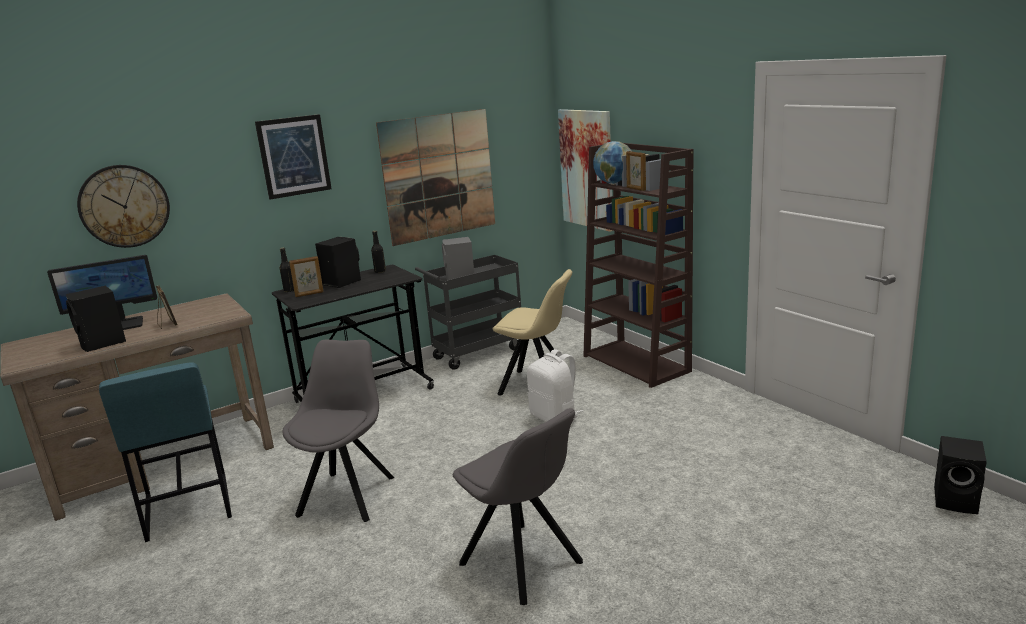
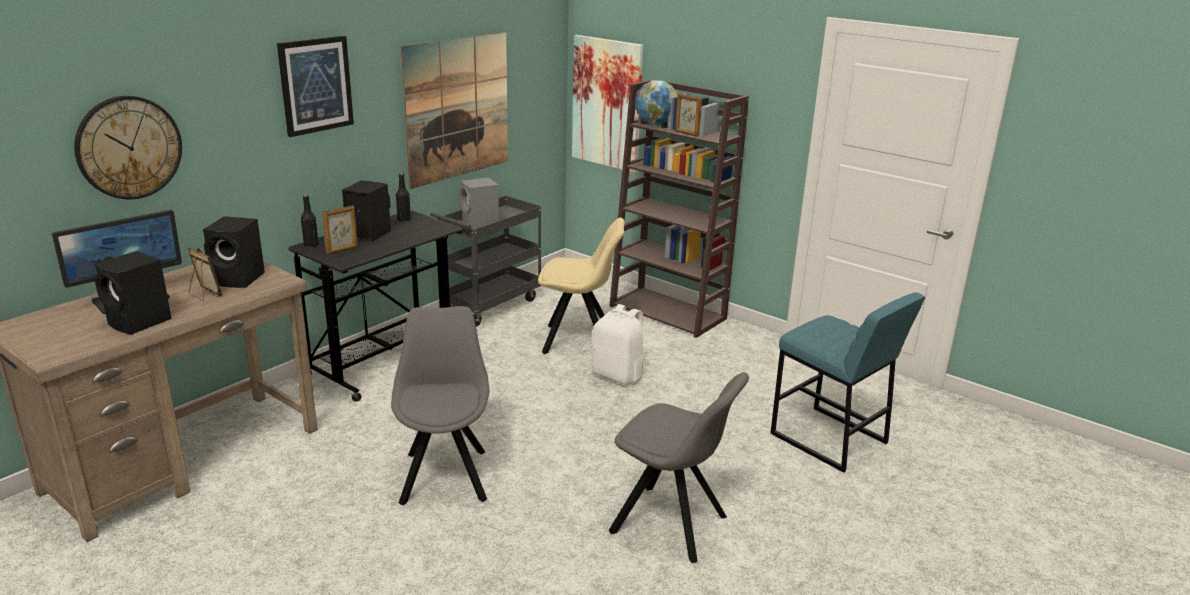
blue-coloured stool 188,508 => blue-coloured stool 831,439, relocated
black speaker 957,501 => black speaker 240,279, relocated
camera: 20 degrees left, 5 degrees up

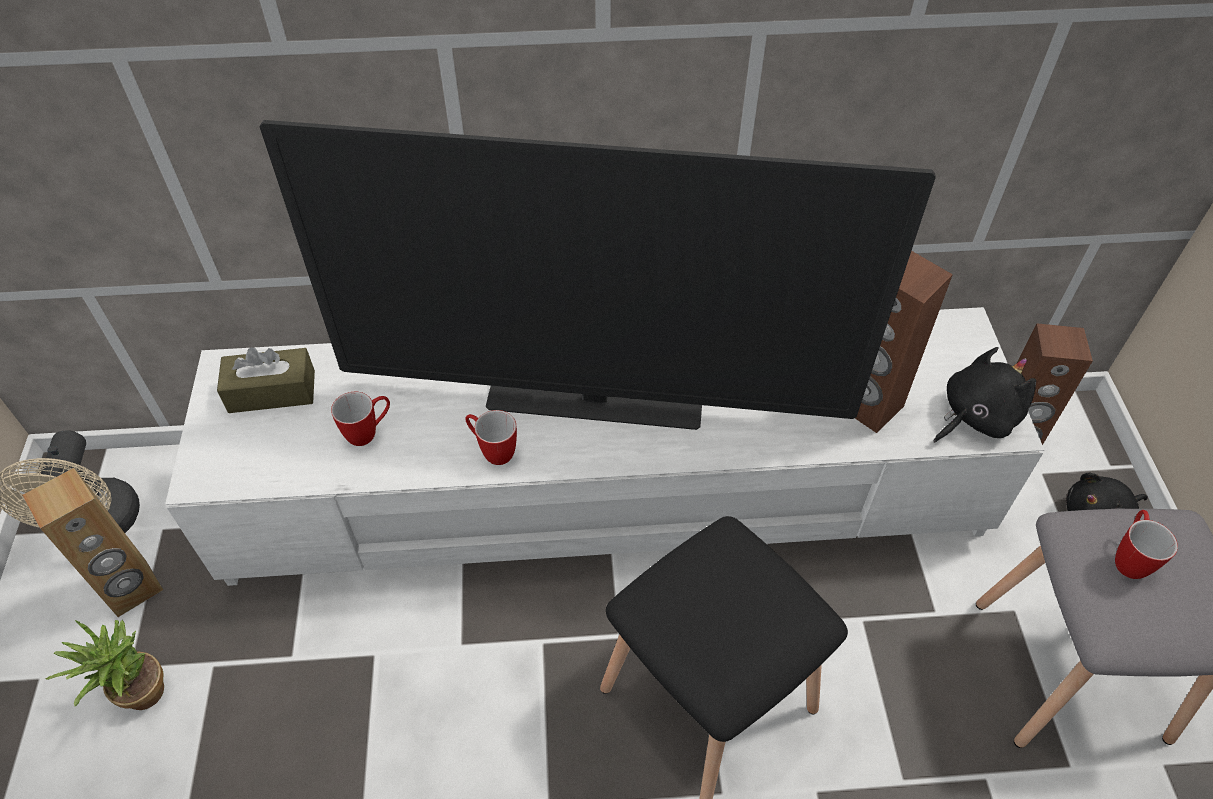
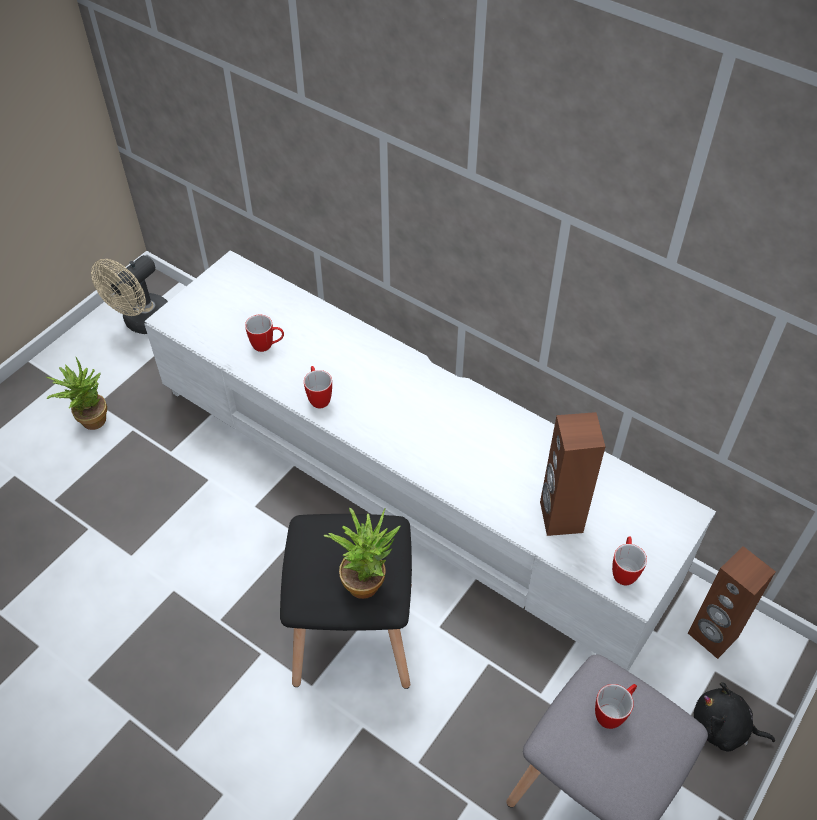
TV 594,404 => nothing
brownish tissue box 272,391 => nothing
black cuddly toy 975,416 => mug 624,570
brownish speaker 132,589 => nothing
nothing => houseplant 367,579
camera: 40 degrees right, 0 degrees up

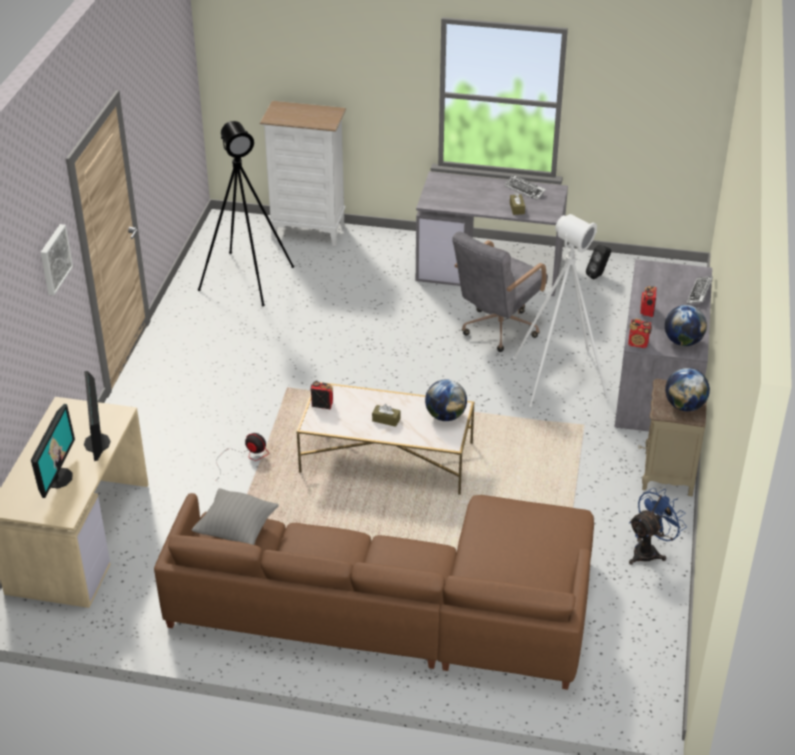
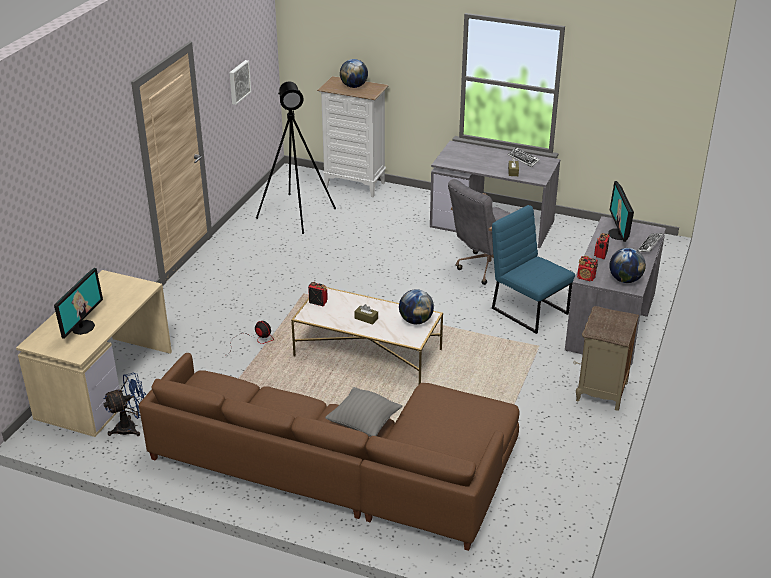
whitish standing lamp 560,379 => blue-coloured chair 528,310
wall art 54,259 => wall art 238,82, relocated
black speaker 598,275 => nothing
world globe 684,406 => world globe 354,86, relocated
computer display 98,443 => computer display 618,234, relocated
grey throw pillow 236,530 => grey throw pillow 364,424, relocated
blue-coloured electric fan 649,551 => blue-coloured electric fan 131,427, relocated
camera: 10 degrees right, 5 degrees down

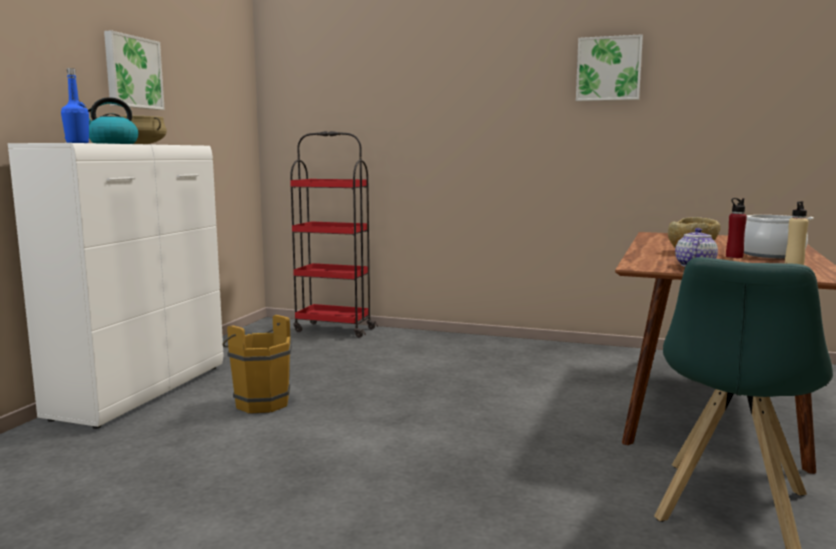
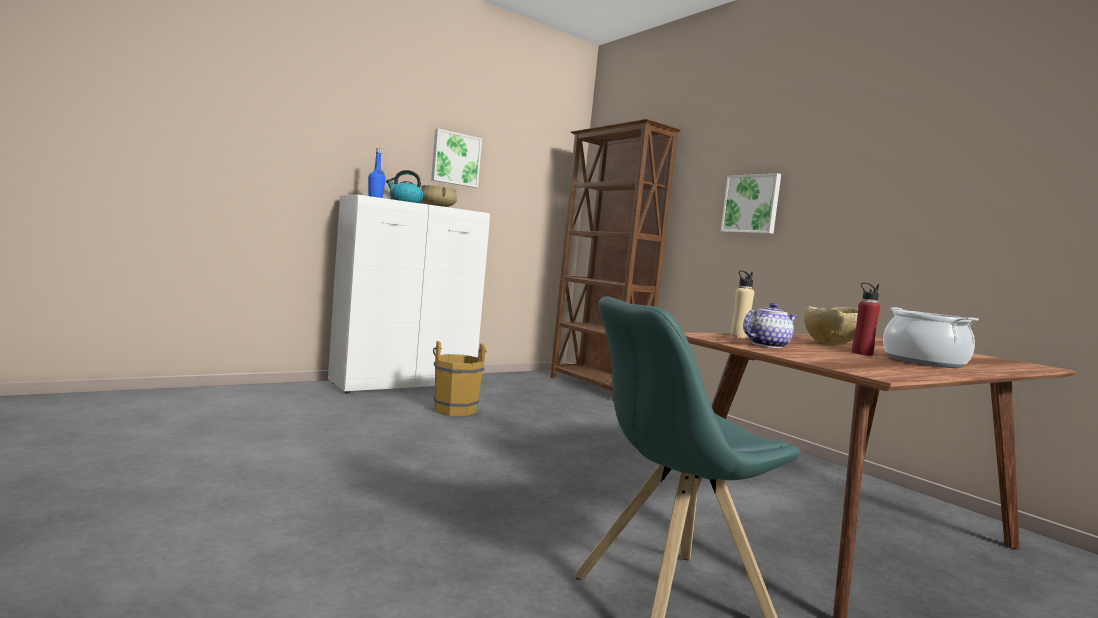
wall art 608,69 => wall art 751,204, relocated
red cart 334,330 => brownish shelving unit 595,388
sand-coloured drink bottle 794,264 => sand-coloured drink bottle 739,336, relocated
camera: 35 degrees right, 5 degrees down

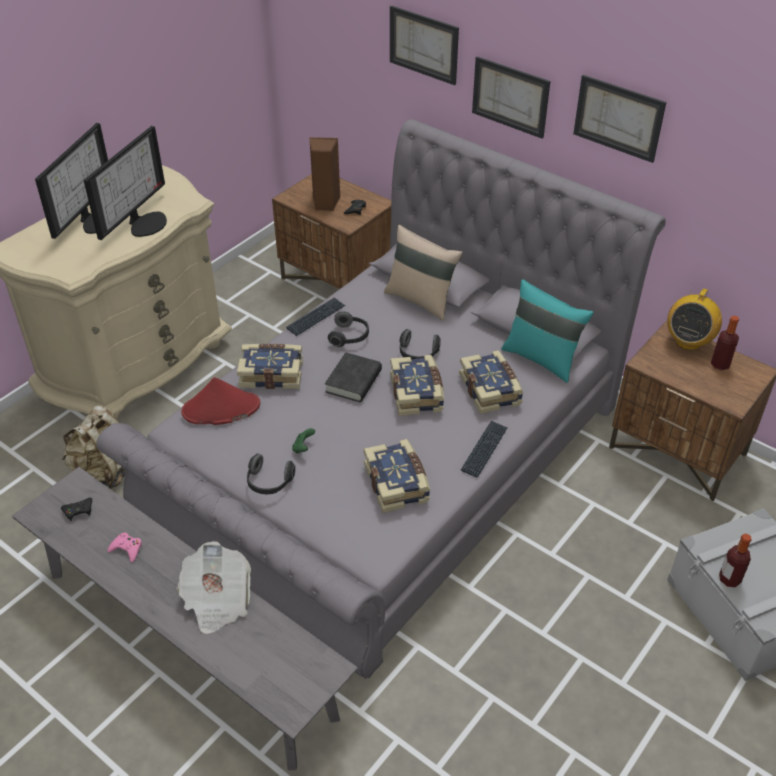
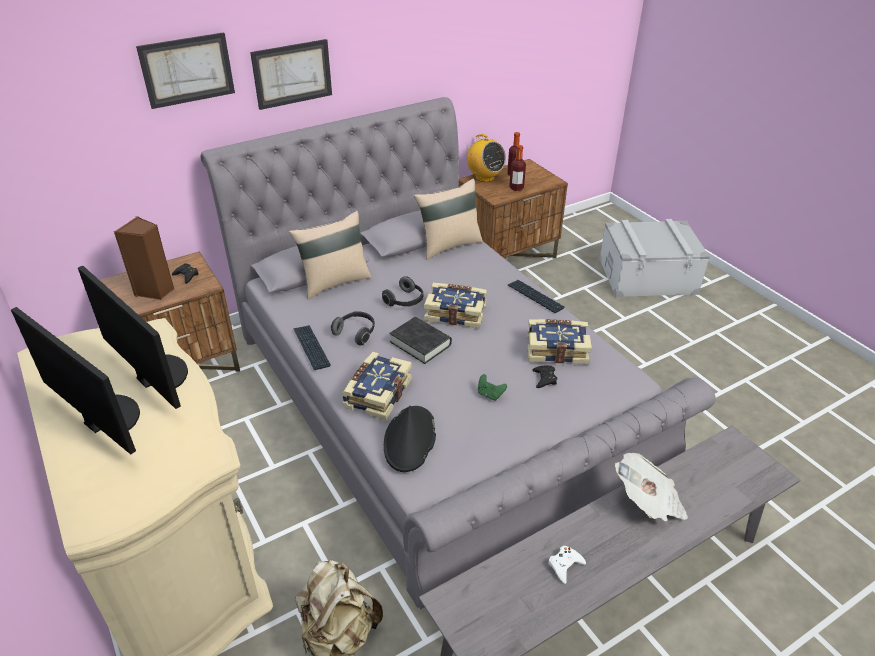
wall art 618,118 => nothing
turquoise throw pillow 541,358 => sand-coloured throw pillow 448,245
bound book 491,390 => nothing
red hat 220,409 => black hat 410,439
pair of headphones 269,483 => nothing
black gamepad 78,510 => black gamepad 544,379, relocated
pink gamepad 127,549 => whitish gamepad 565,565
drink bottle 729,579 => drink bottle 516,188, relocated
camera: 70 degrees left, 5 degrees down

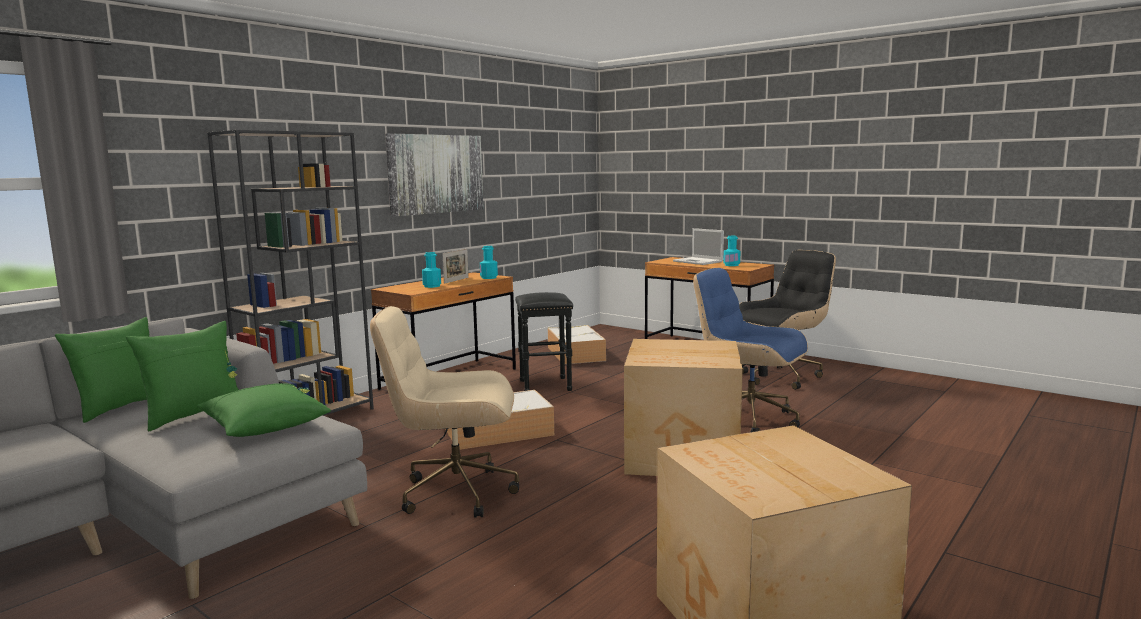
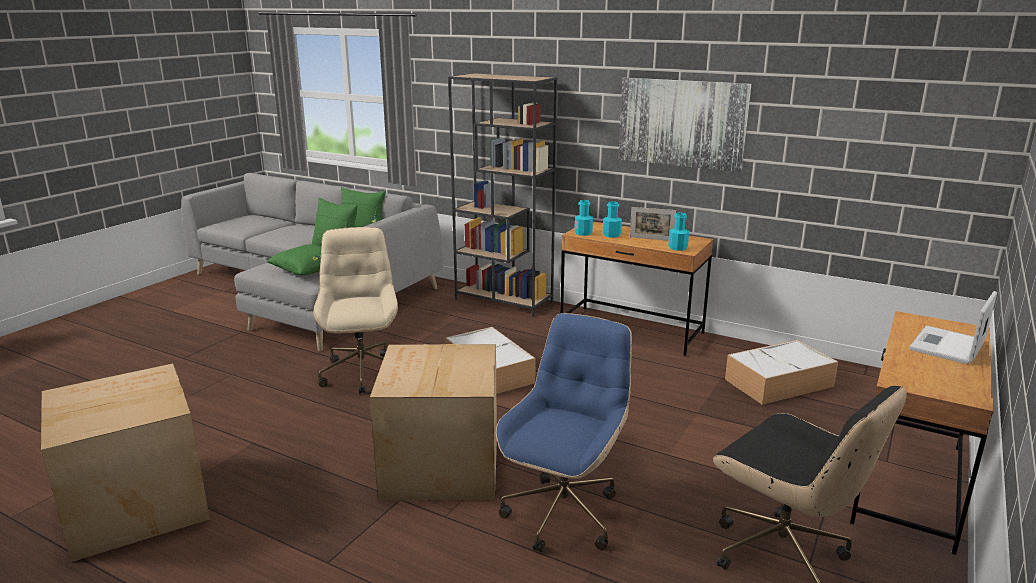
turquoise drink bottle 731,265 => turquoise drink bottle 583,233, relocated
black stool 544,386 => nothing
camera: 80 degrees right, 10 degrees up

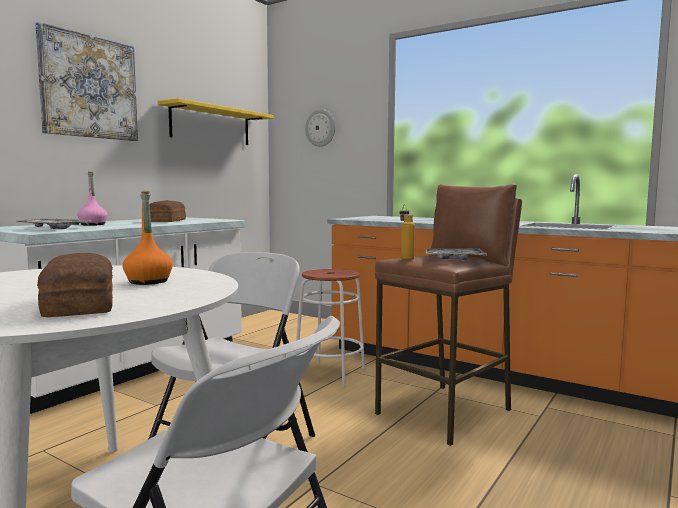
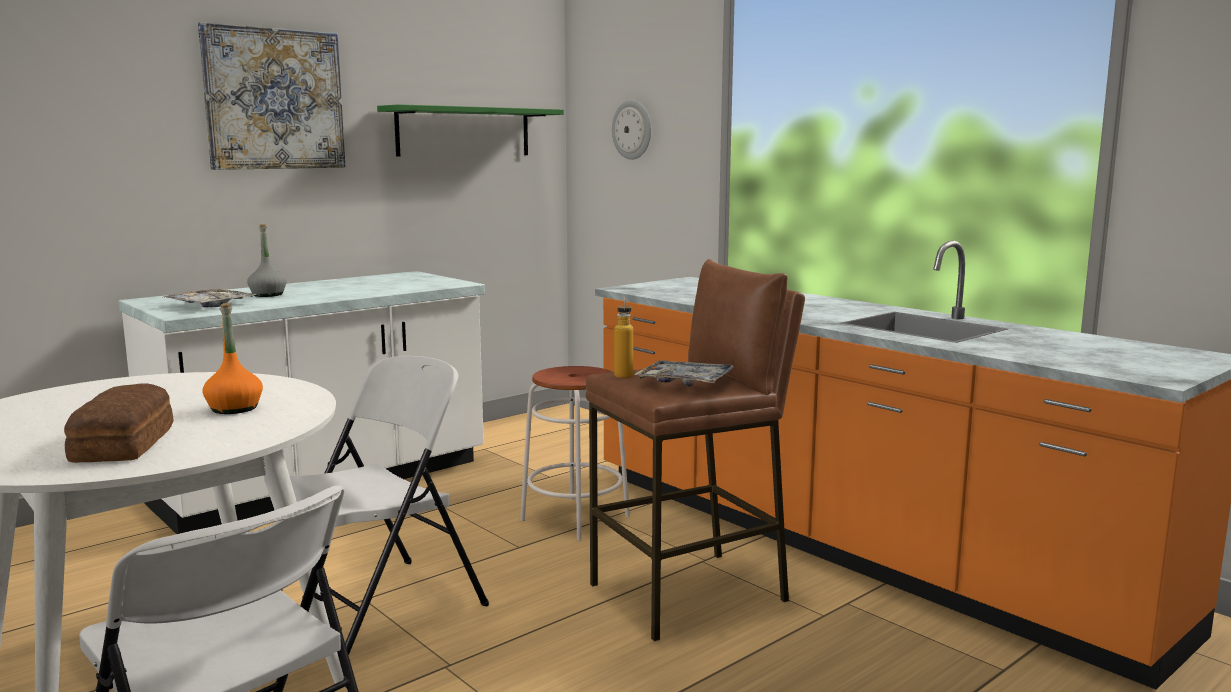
yellow bracket shelf 211,125 => green-coloured bracket shelf 464,132
pink drink bottle 93,224 => grey drink bottle 268,295
baked bread 165,221 => nothing
camera: 15 degrees right, 5 degrees up

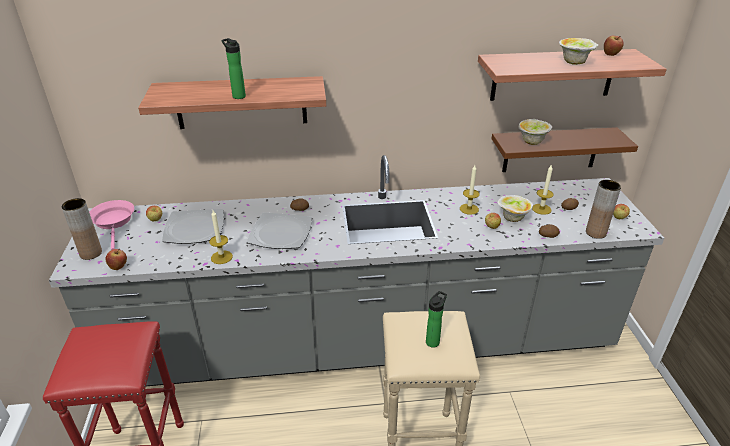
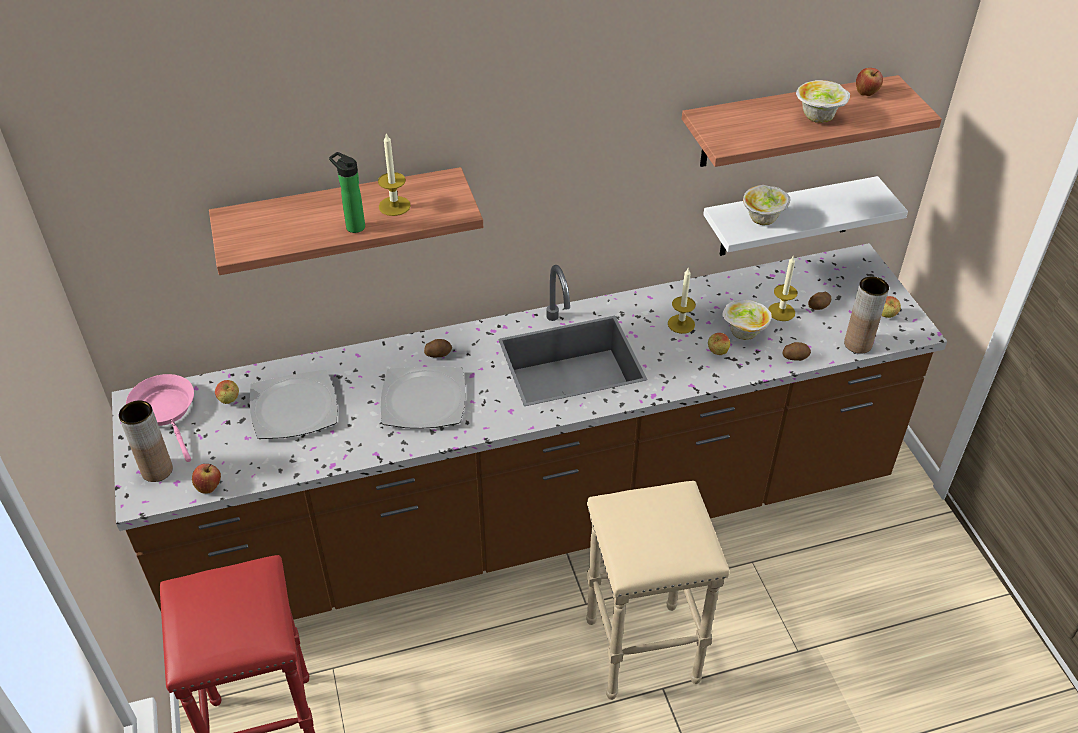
brownish bracket shelf 551,150 => whitish bracket shelf 787,217
grey kitchen counter 365,346 => brownish kitchen counter 539,523
wax candle 221,257 => wax candle 394,206, relocated
drink bottle 433,341 => nothing
camera: 10 degrees left, 10 degrees up

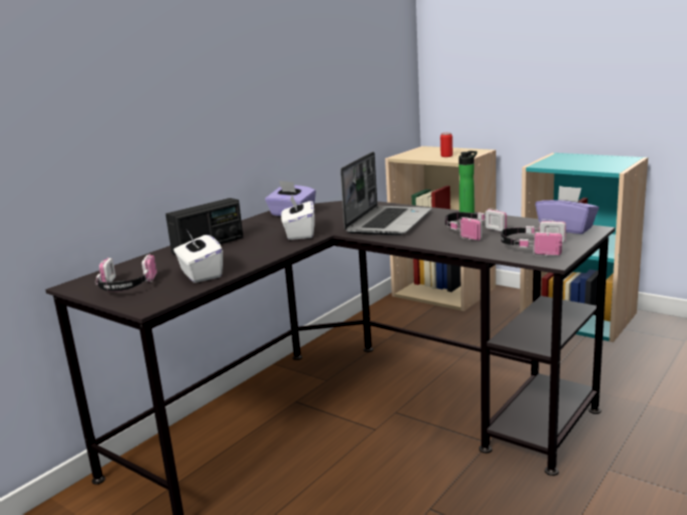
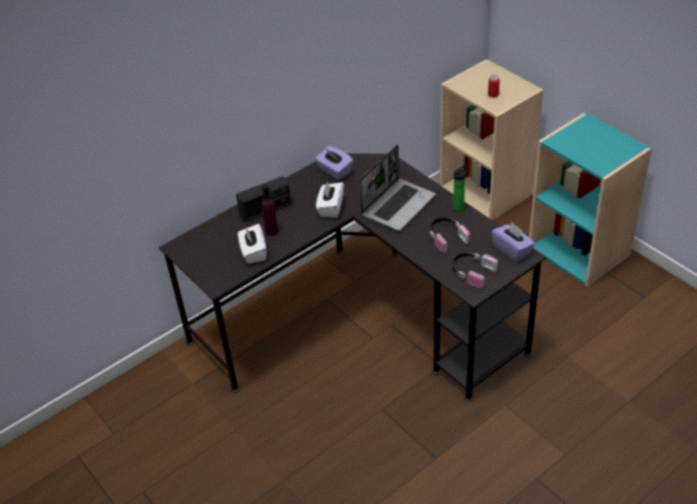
pair of headphones 126,287 => nothing
nothing => purple-coloured drink bottle 271,231
camera: 15 degrees right, 25 degrees up

